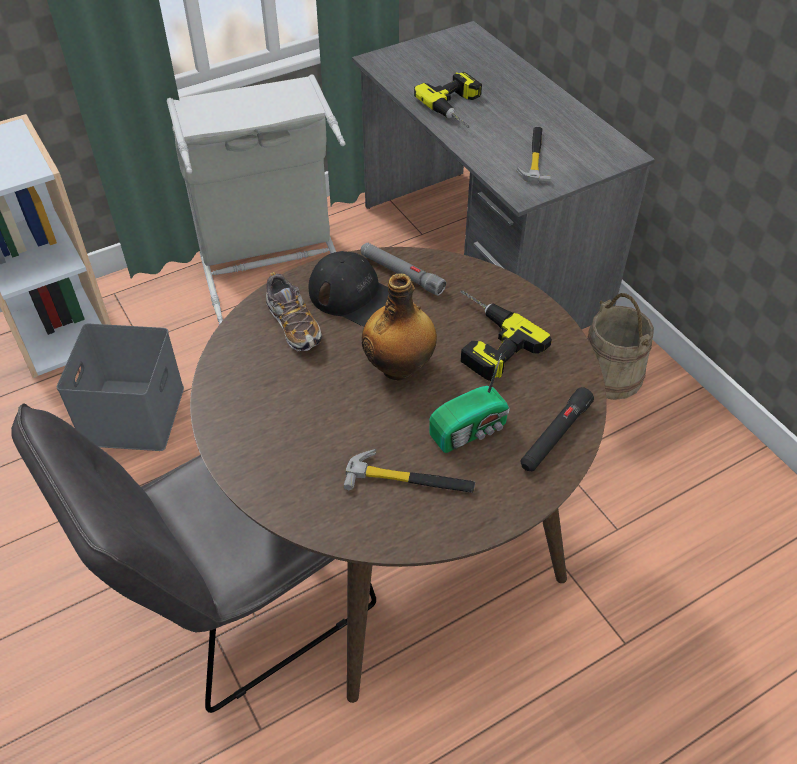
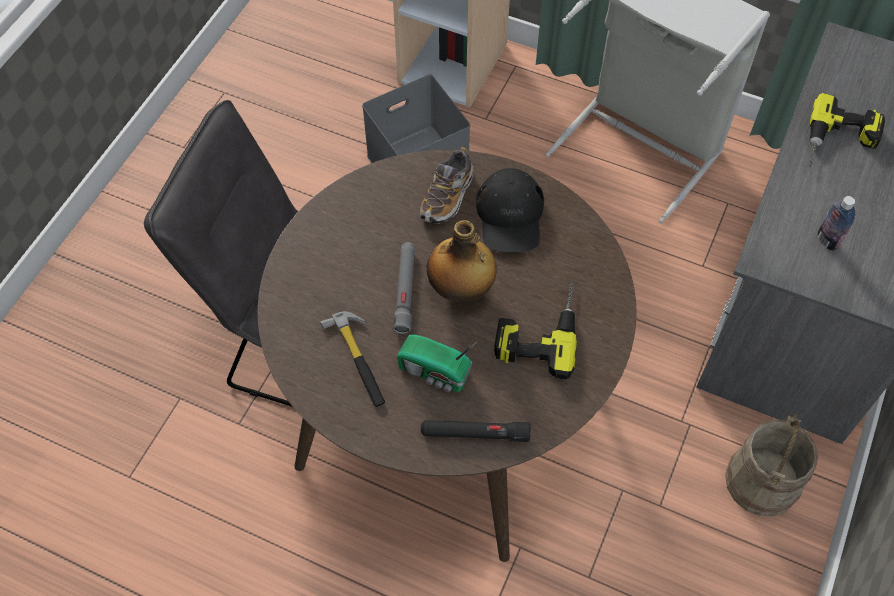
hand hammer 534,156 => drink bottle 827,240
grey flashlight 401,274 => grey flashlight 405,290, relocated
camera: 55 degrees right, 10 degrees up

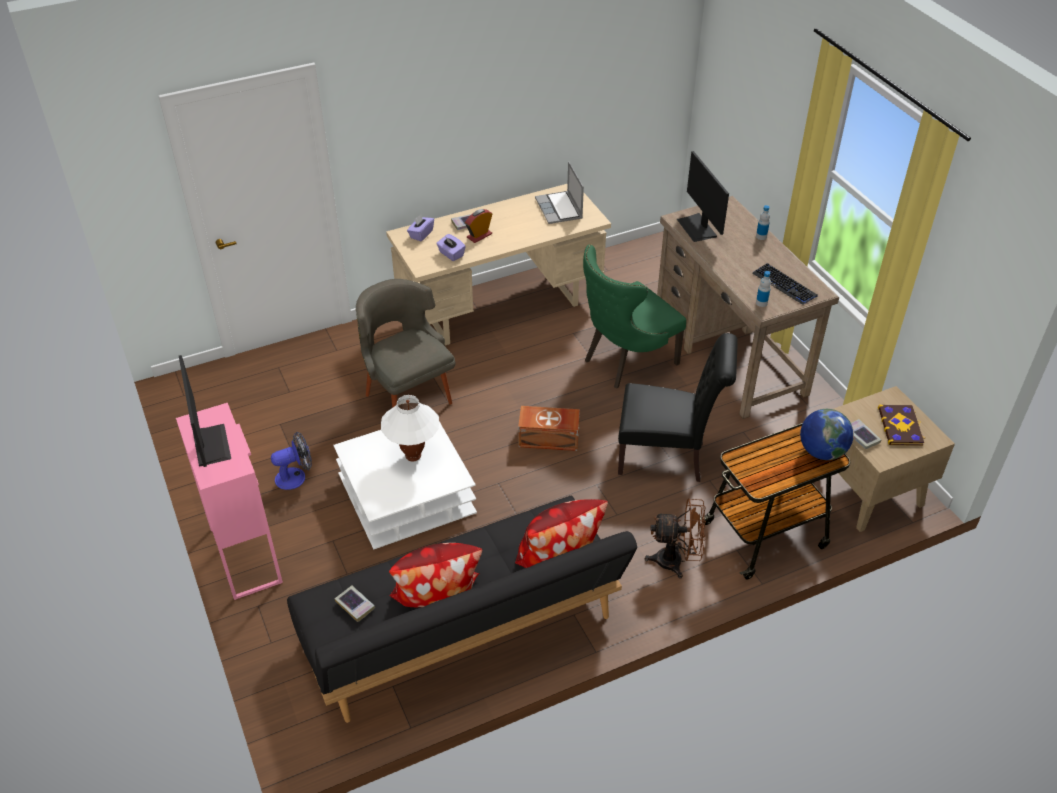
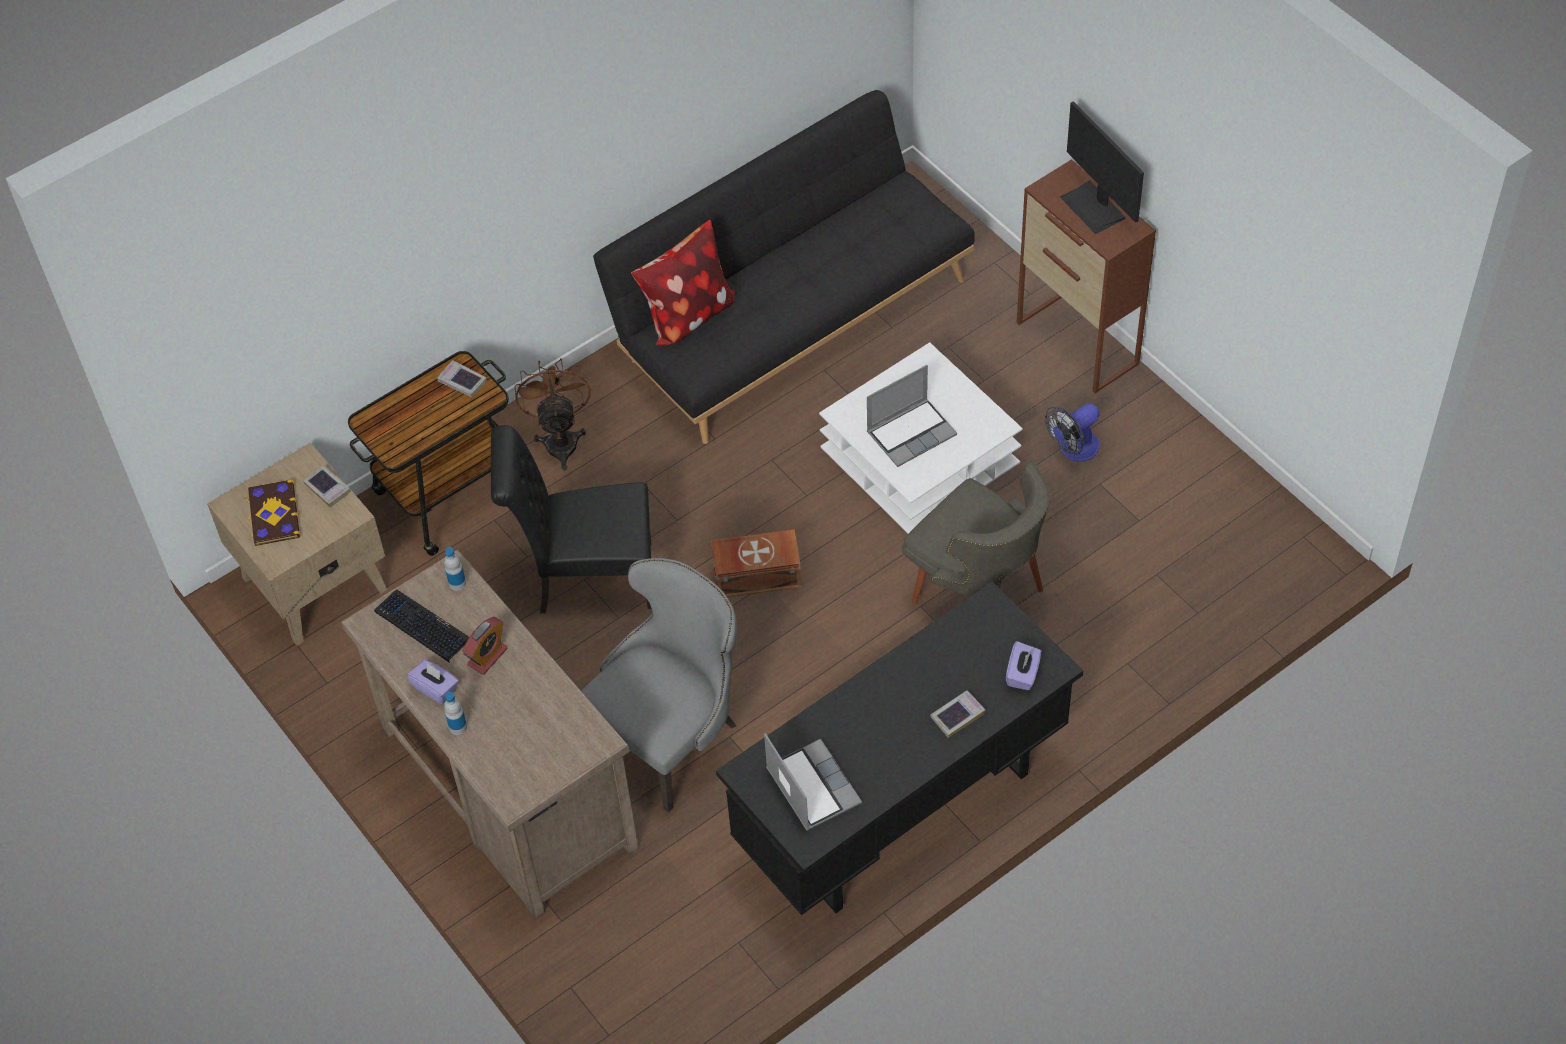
computer display 697,228 => nothing
sand-coloured desk unit 501,307 => black desk unit 900,810
bedside clock 479,236 => bedside clock 487,657, relocated
purple-coloured tissue box 451,254 => purple-coloured tissue box 436,688, relocated
green-coloured chair 626,361 => grey chair 671,738
whitish lamp for a table 413,456 => portable computer 911,432
pink storage cabinet 246,553 => brownish storage cabinet 1077,345
world globe 821,451 => nothing
brownish electric fan 676,561 => brownish electric fan 560,439, 90 degrees clockwise
throw pillow 438,597 => nothing
bound book 355,605 => bound book 462,381, relocated
camera: 170 degrees right, 10 degrees up

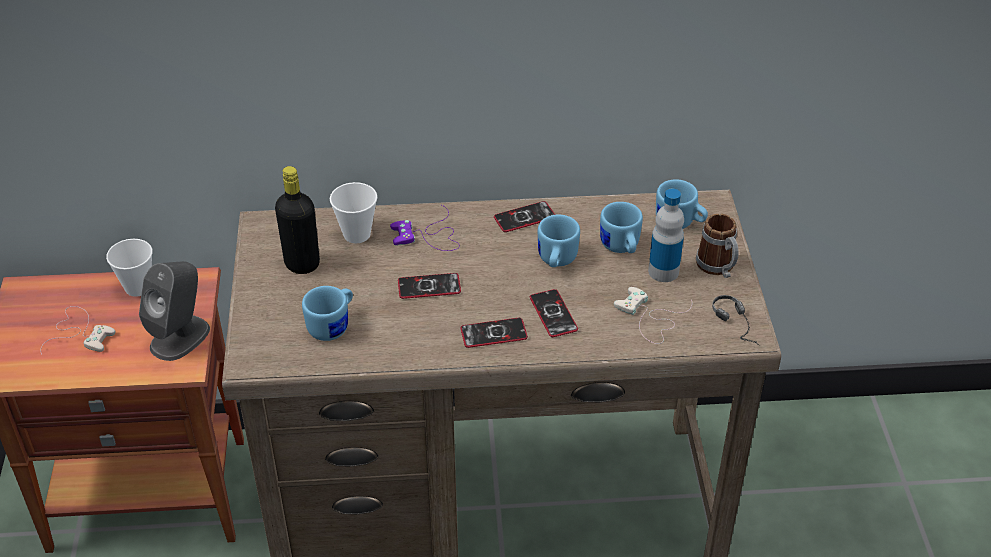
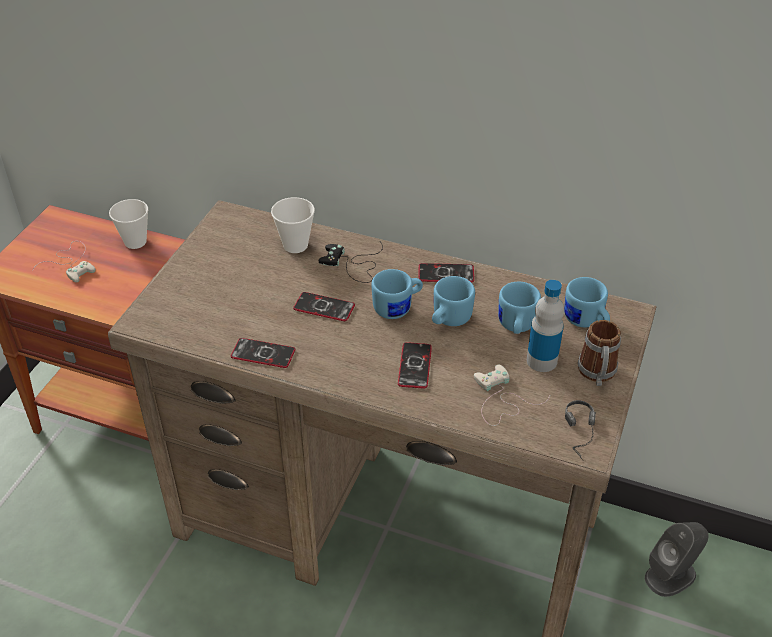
black drink bottle 302,264 => nothing
purple-coloured gamepad 428,236 => black gamepad 353,264
grey speaker 180,337 => grey speaker 671,575, relocated
blue-coloured mug 333,325 => blue-coloured mug 398,308, relocated
phone 493,334 => phone 263,354, relocated
camera: 25 degrees right, 0 degrees up

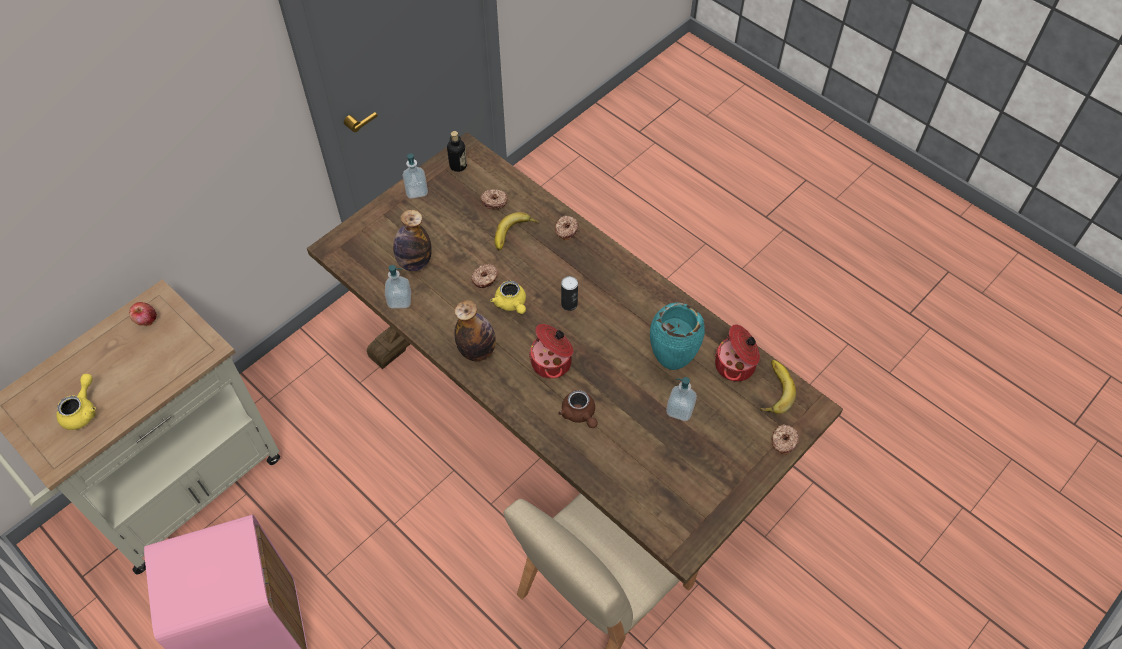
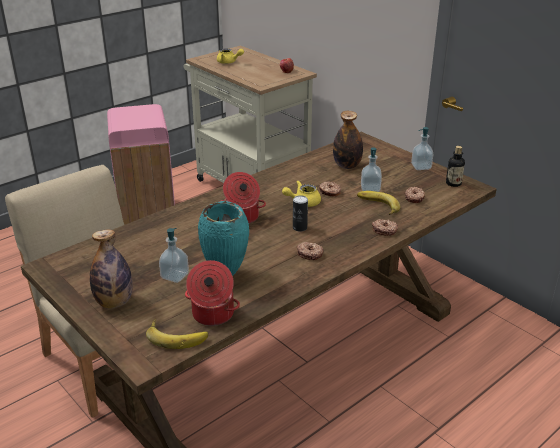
soap bottle 399,300 => soap bottle 370,189, relocated
drink bottle 477,351 => drink bottle 114,302, relocated
brownish tea pot 579,414 => nothing
donut 783,441 => donut 309,254, relocated
camera: 95 degrees right, 25 degrees down

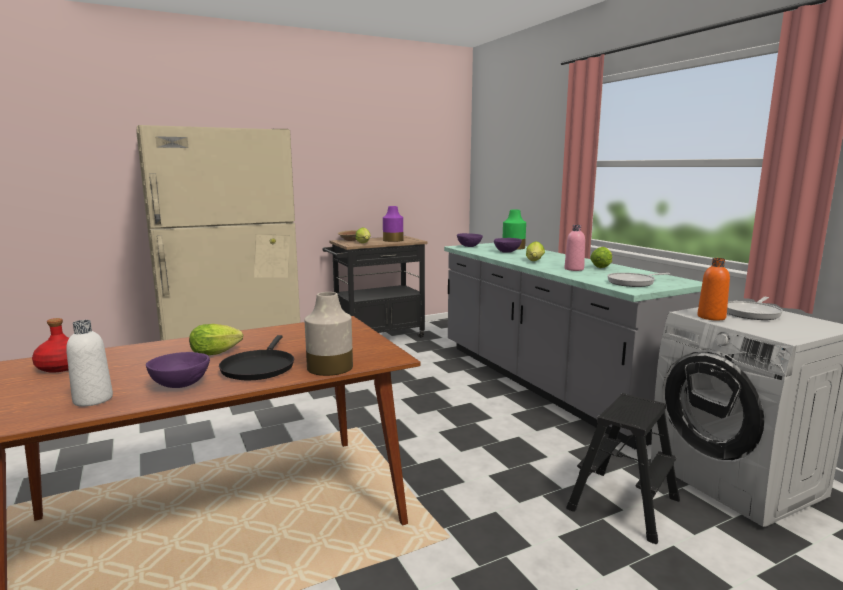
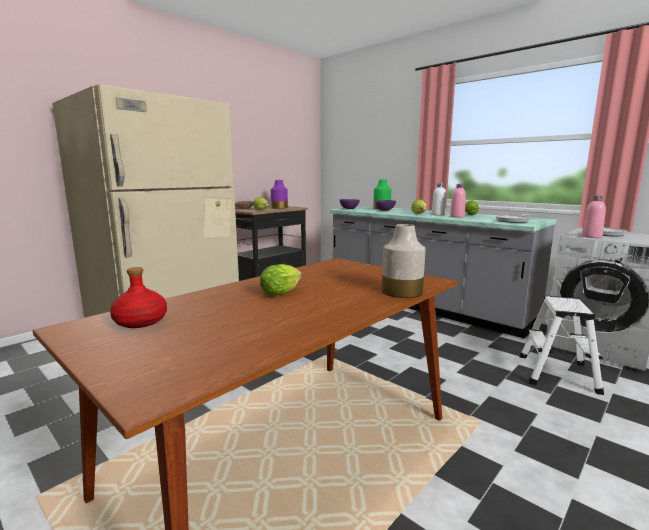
orange-coloured drink bottle 711,317 => pink drink bottle 591,236
whitish drink bottle 93,399 => whitish drink bottle 438,214, relocated
black pan 259,367 => nothing
purple-coloured bowl 180,385 => nothing
black step stool 623,504 => whitish step stool 557,374
camera: 20 degrees left, 0 degrees up

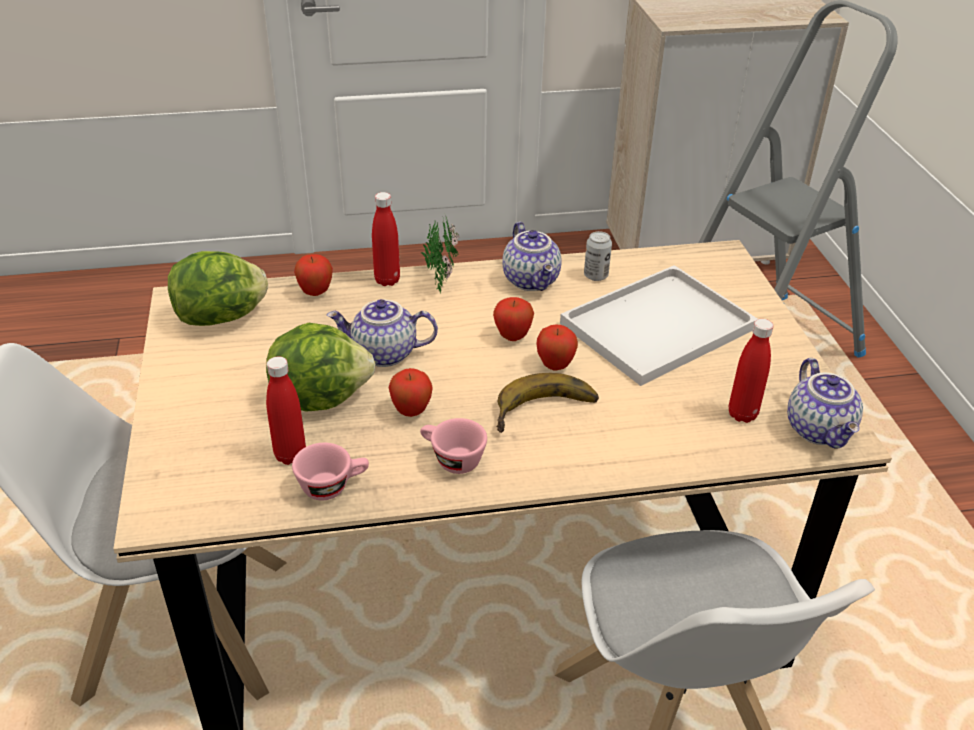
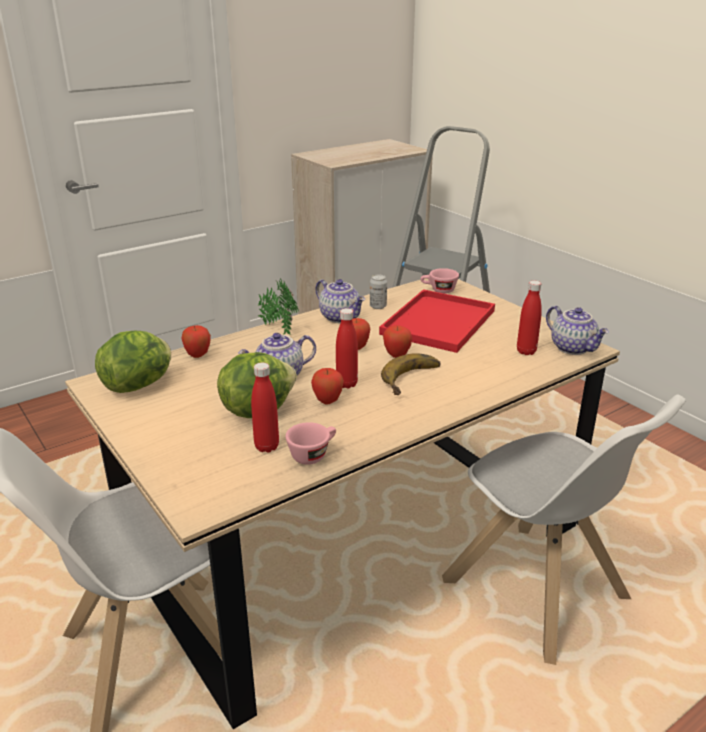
red drink bottle 387,280 => red drink bottle 346,384, relocated
whitish carrying tray 659,324 => red carrying tray 438,321
pink small cup 451,459 => pink small cup 438,290, relocated
camera: 25 degrees left, 10 degrees down

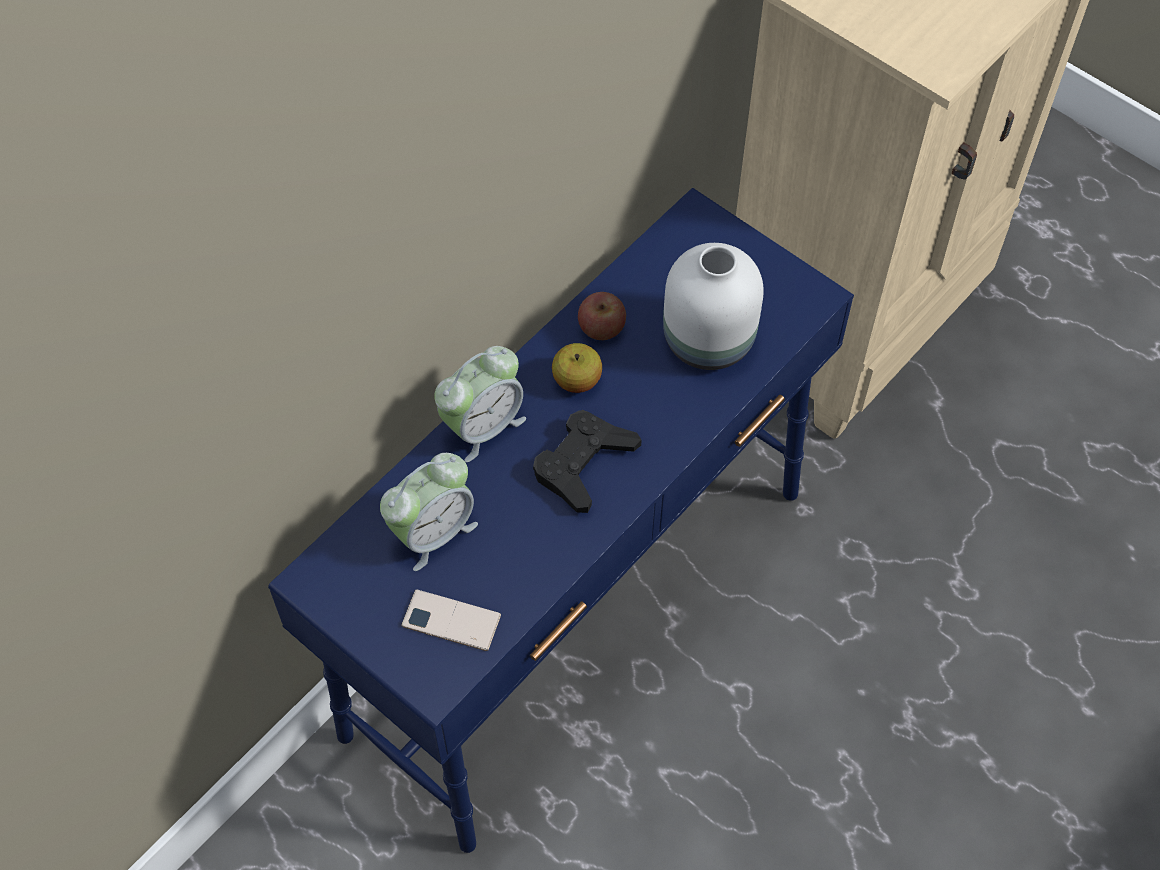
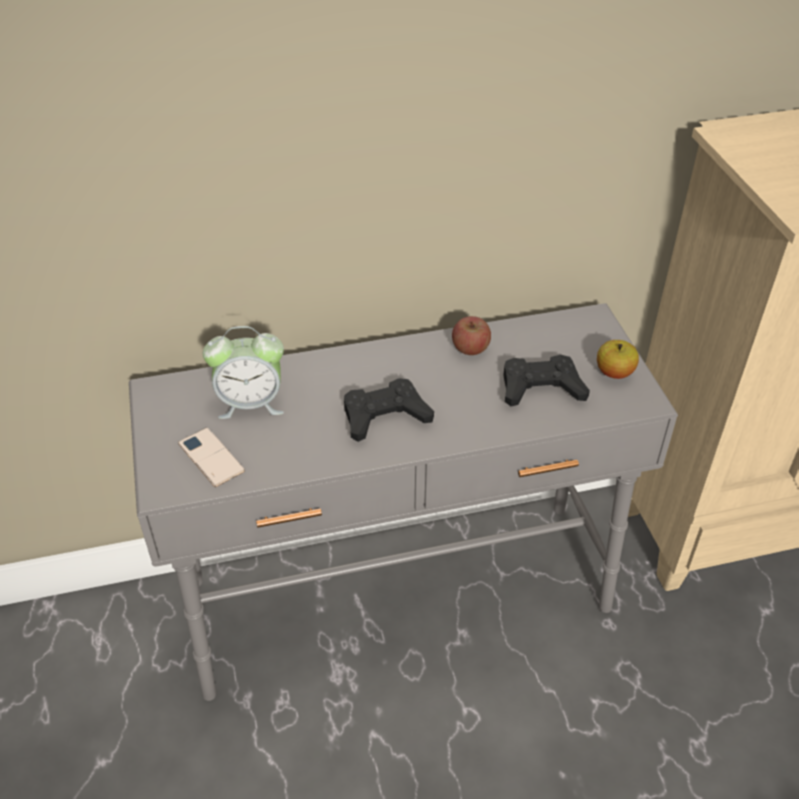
blue-coloured hall table 580,613 => grey hall table 399,598
whitish vase 708,338 => black gamepad 541,387
whole apple 577,380 => whole apple 614,372, relocated
bedside clock 483,426 => nothing
camera: 35 degrees right, 15 degrees down

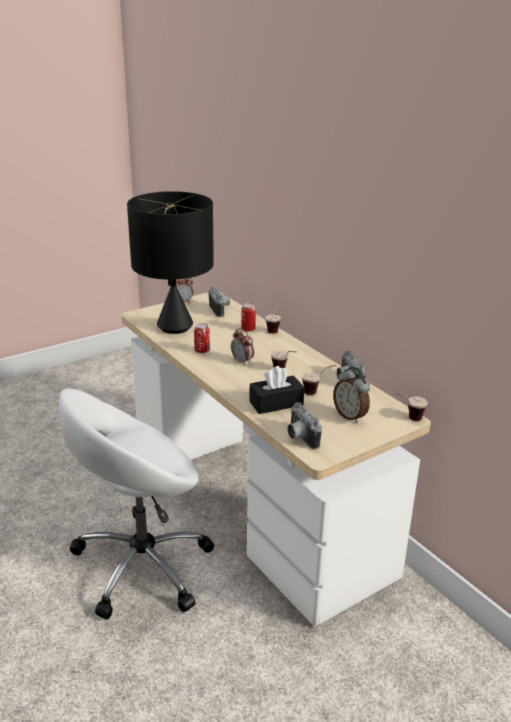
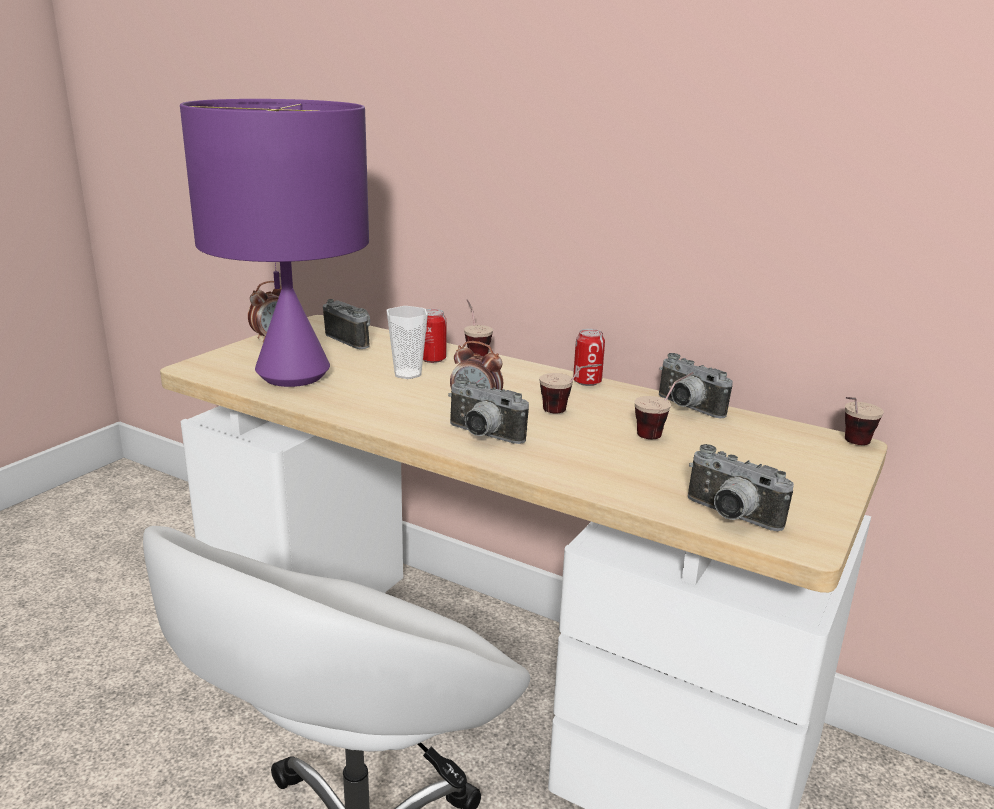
black lamp for a table 175,327 => purple-coloured lamp for a table 293,376
metal can 202,350 => metal can 587,382, relocated
black tissue box 276,403 => nothing
bedside clock 350,416 => nothing
nothing => small cup 407,374
nothing => photo camera 482,436
camera: 25 degrees left, 5 degrees down

